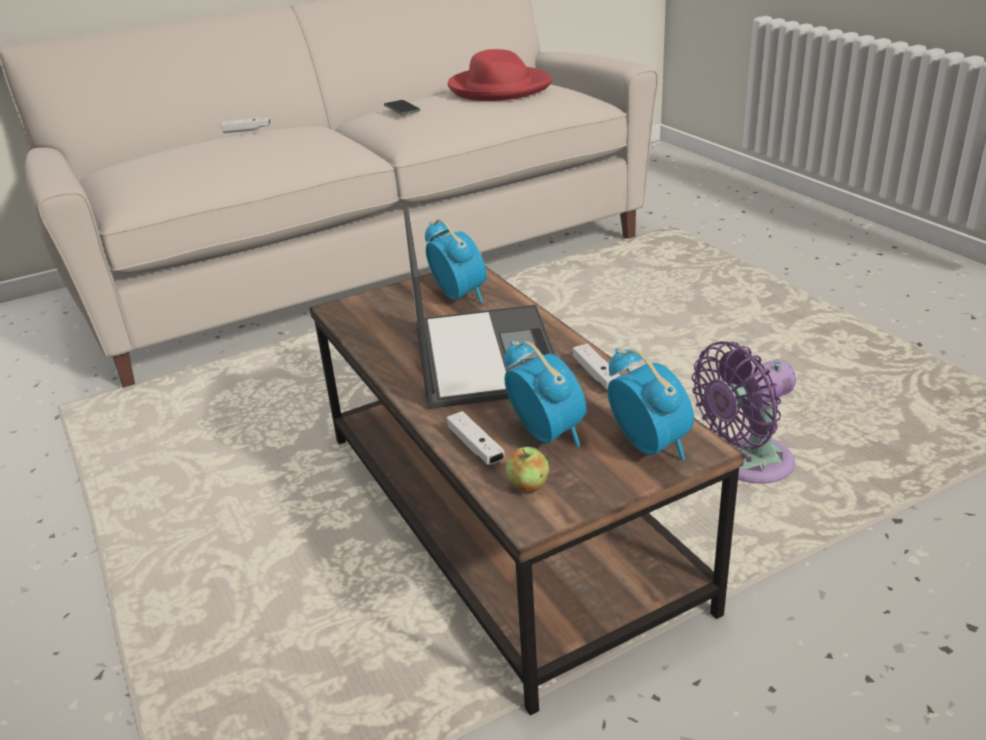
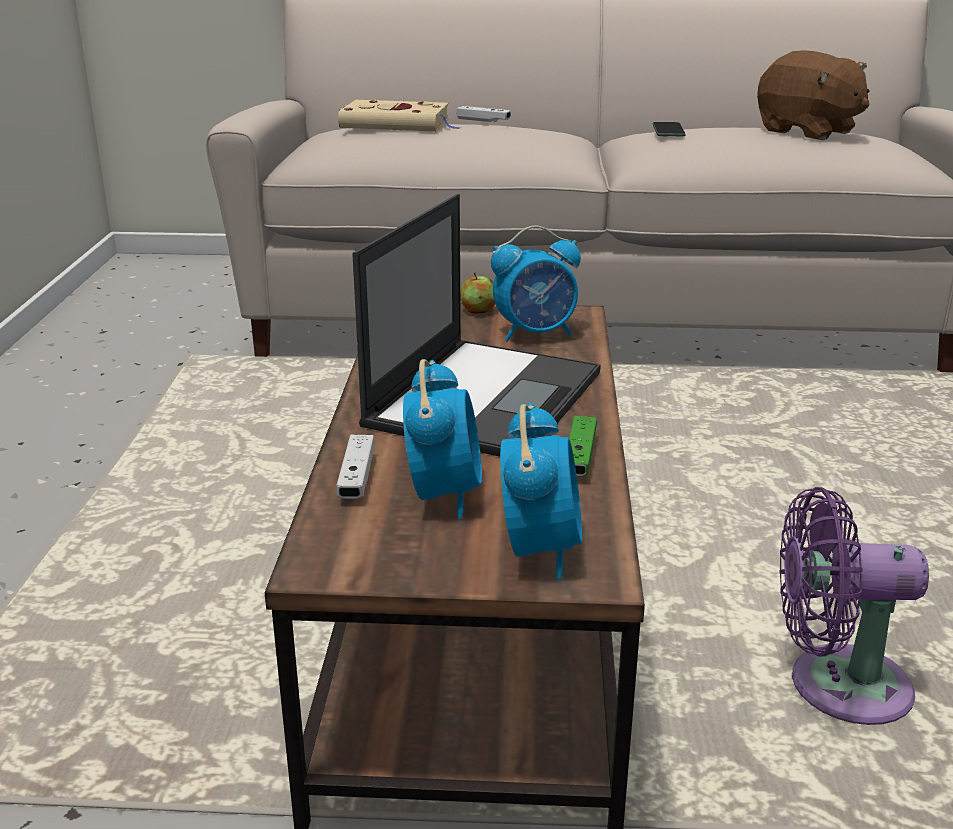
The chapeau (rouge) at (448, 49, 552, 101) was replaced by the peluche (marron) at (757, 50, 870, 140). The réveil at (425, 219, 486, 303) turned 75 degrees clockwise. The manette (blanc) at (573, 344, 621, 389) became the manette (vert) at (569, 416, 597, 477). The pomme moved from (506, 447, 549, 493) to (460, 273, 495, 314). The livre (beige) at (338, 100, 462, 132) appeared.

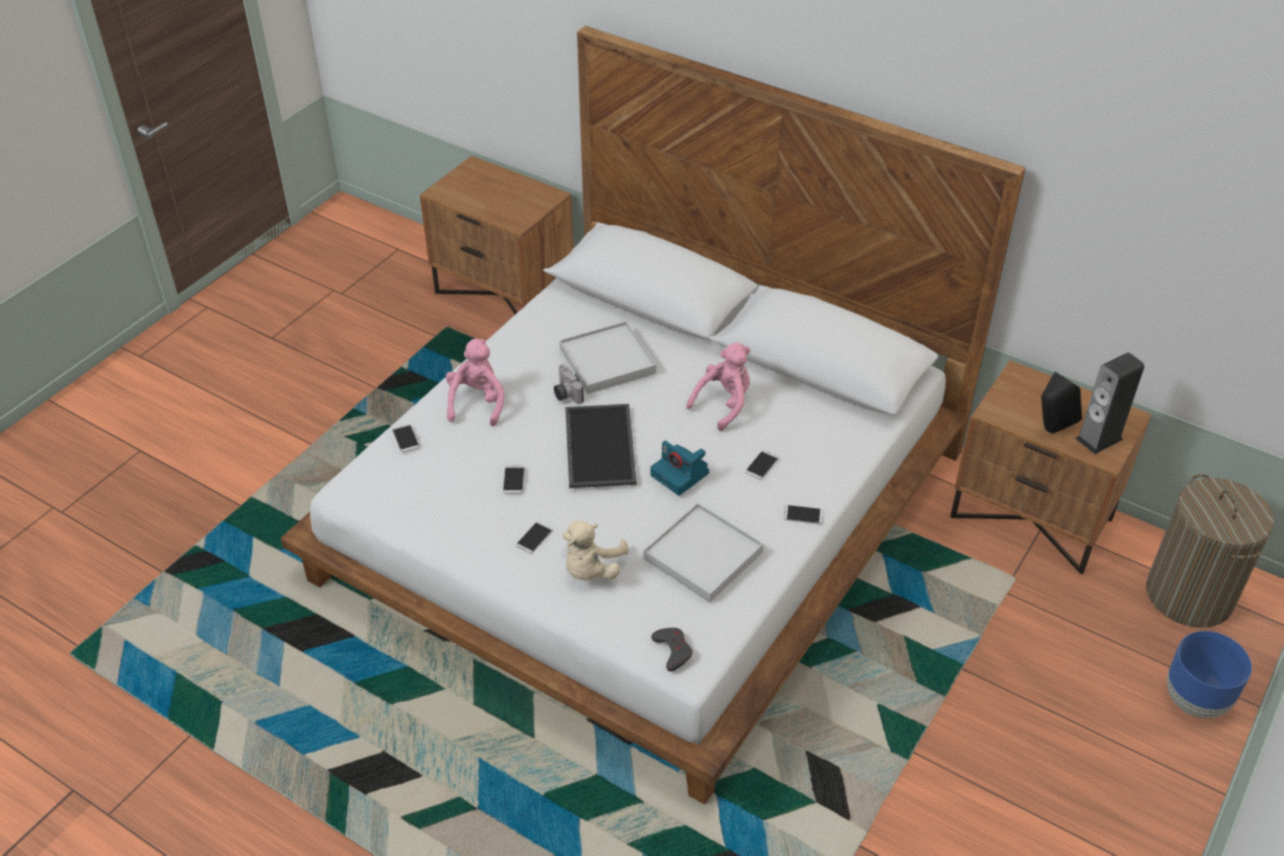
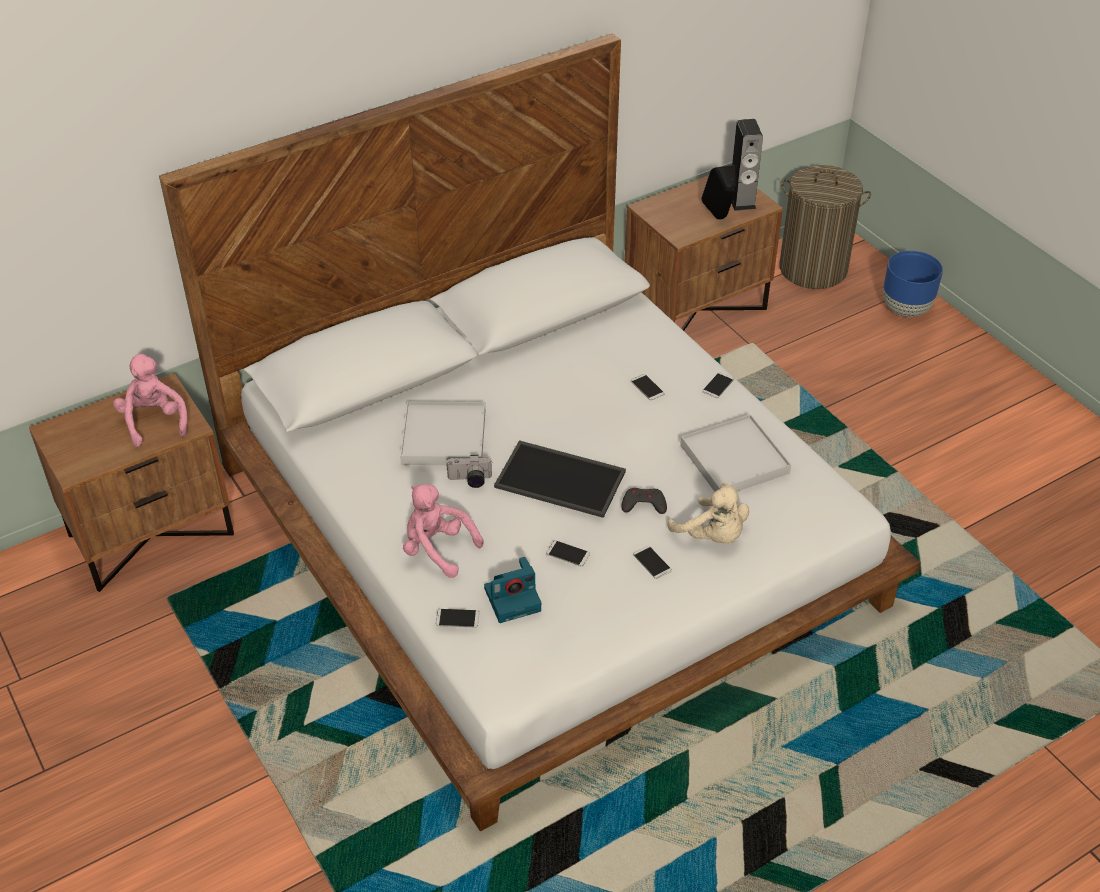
The peluche (rose) moved from (686, 343, 751, 431) to (113, 354, 187, 447). The appareil photo moved from (651, 441, 709, 496) to (484, 557, 541, 623). The manette (gris) moved from (651, 628, 692, 672) to (621, 488, 667, 514).

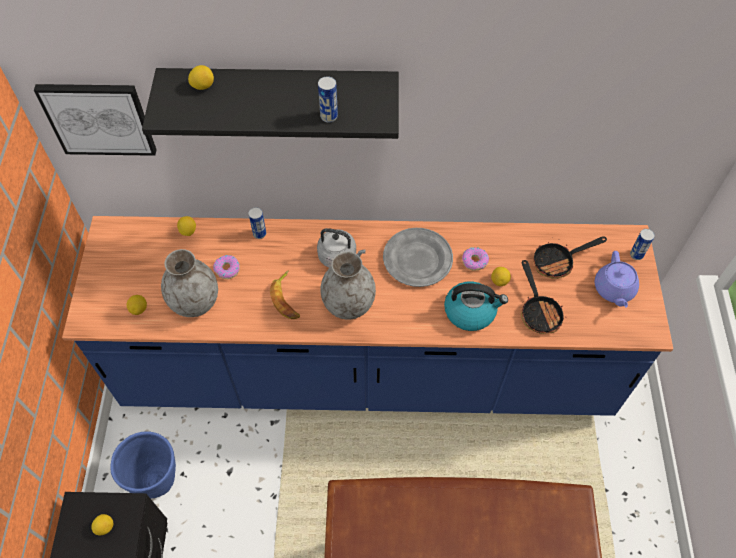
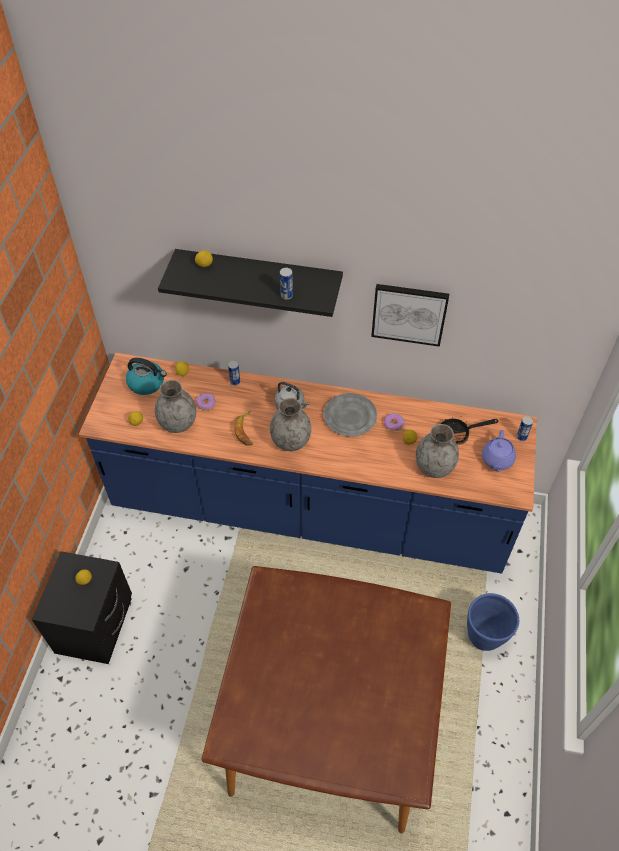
The tableau moved from (34, 84, 157, 156) to (371, 284, 449, 347). The poêle at (521, 260, 567, 334) was replaced by the vase (gris) at (416, 424, 459, 478). The bouilloire moved from (444, 281, 508, 331) to (126, 358, 167, 395). The cache-pot (bleu) moved from (110, 432, 176, 499) to (467, 593, 519, 651).

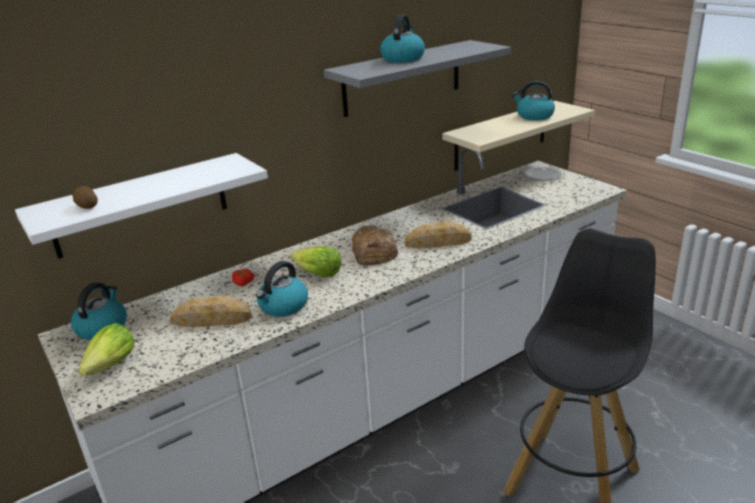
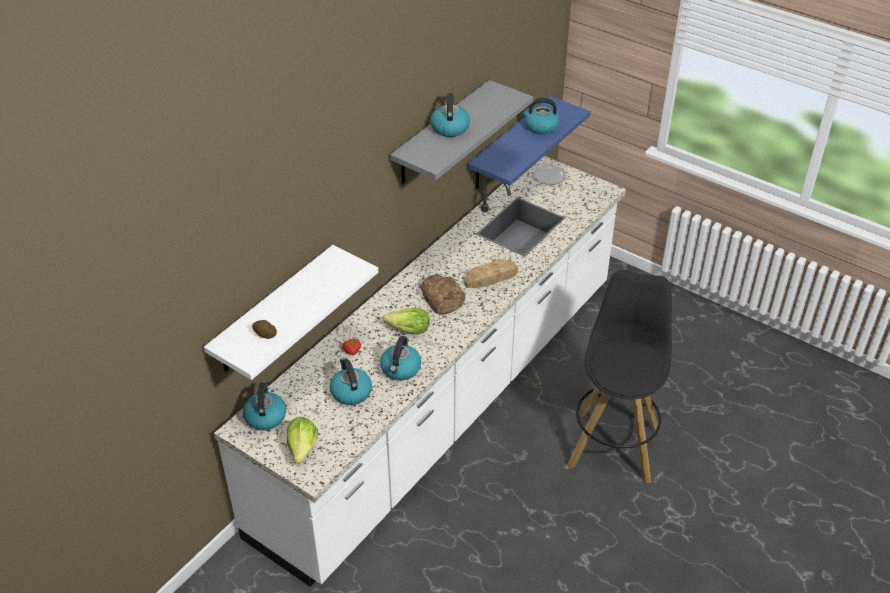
The étagère (beige) at (442, 101, 595, 171) became the étagère (bleu) at (468, 96, 591, 189). The pain at (170, 295, 252, 327) was replaced by the bouilloire at (330, 358, 372, 405).

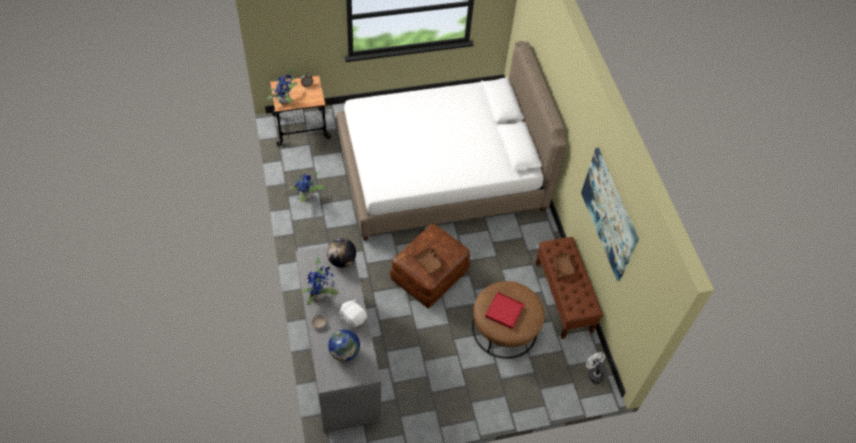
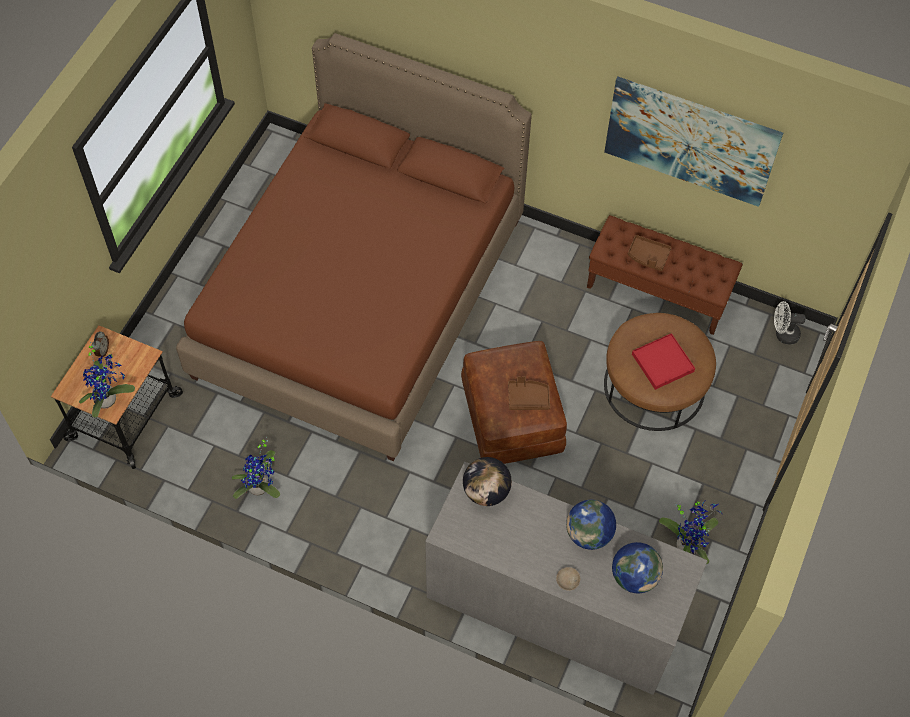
The lit (blanc) at (337, 41, 566, 240) became the lit (marron) at (176, 33, 532, 461). The plante en pot moved from (301, 258, 339, 305) to (659, 501, 721, 564). The peluche (blanc) at (339, 299, 367, 328) was replaced by the globe at (566, 500, 616, 550).

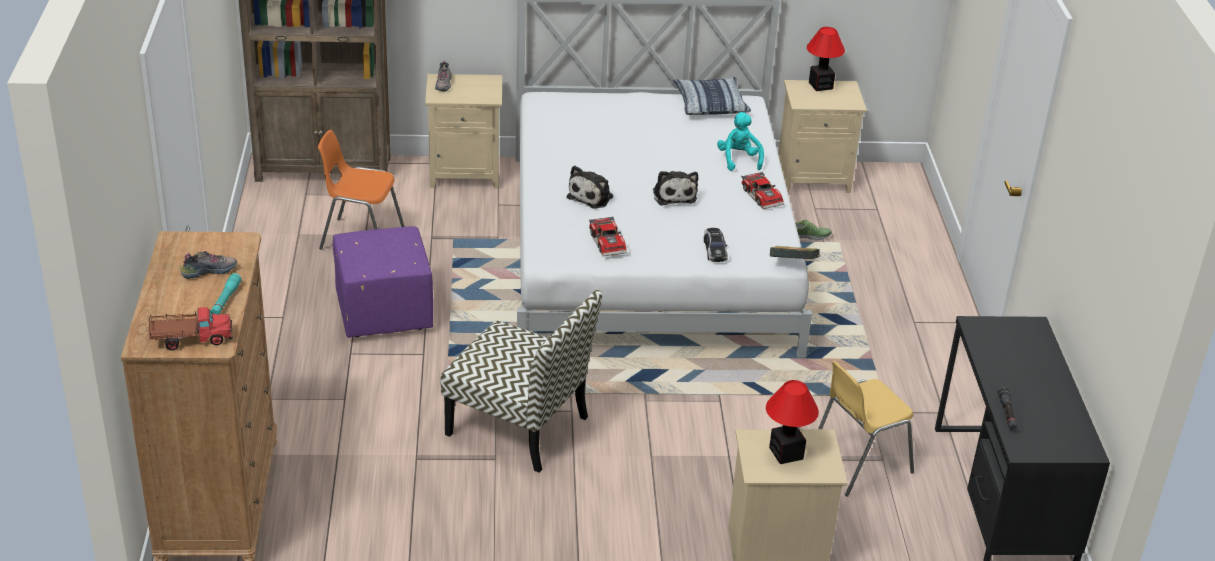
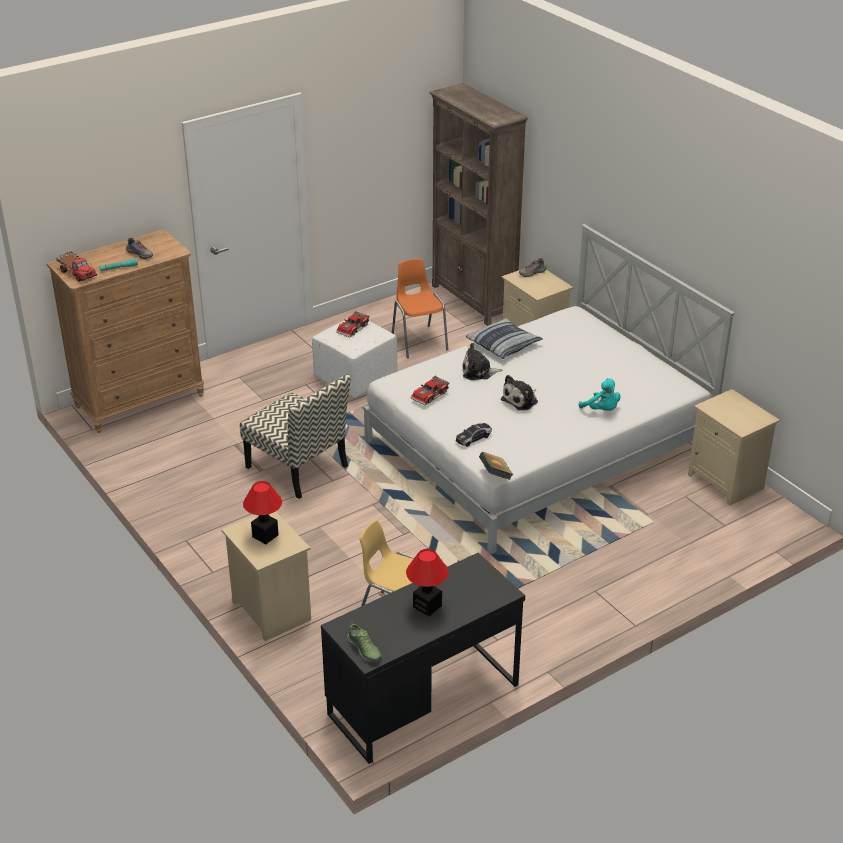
The lampe de table moved from (807, 27, 845, 91) to (406, 549, 449, 616). The coussin moved from (673, 77, 751, 115) to (466, 318, 543, 359). The peluche (turquoise) at (717, 112, 764, 171) turned 90 degrees clockwise. The petite voiture moved from (741, 172, 784, 209) to (336, 311, 370, 337). The chaussure moved from (795, 220, 832, 240) to (347, 621, 381, 662). The pouf (violet) at (332, 226, 433, 338) became the pouf (blanc) at (312, 318, 398, 398). The chaise at (441, 290, 602, 473) turned 45 degrees counterclockwise. The lampe de poche (noir) at (998, 387, 1018, 432) disappeared.

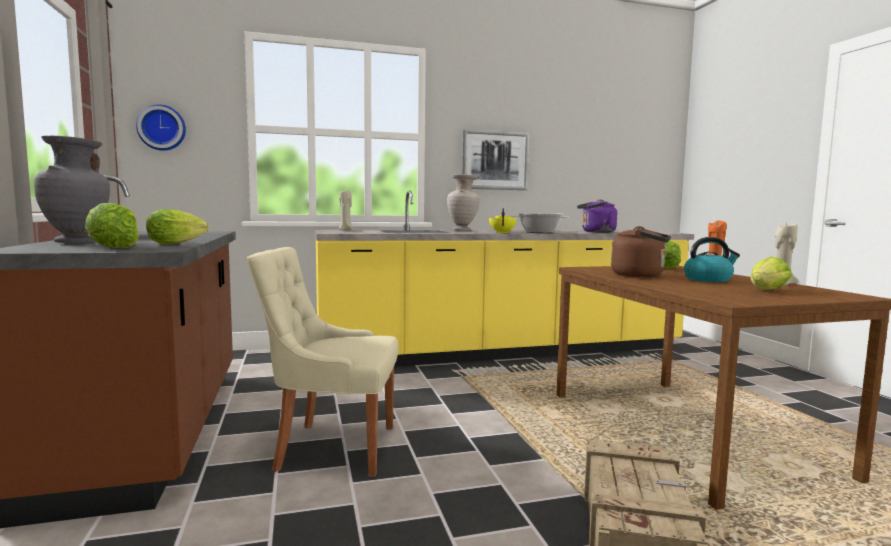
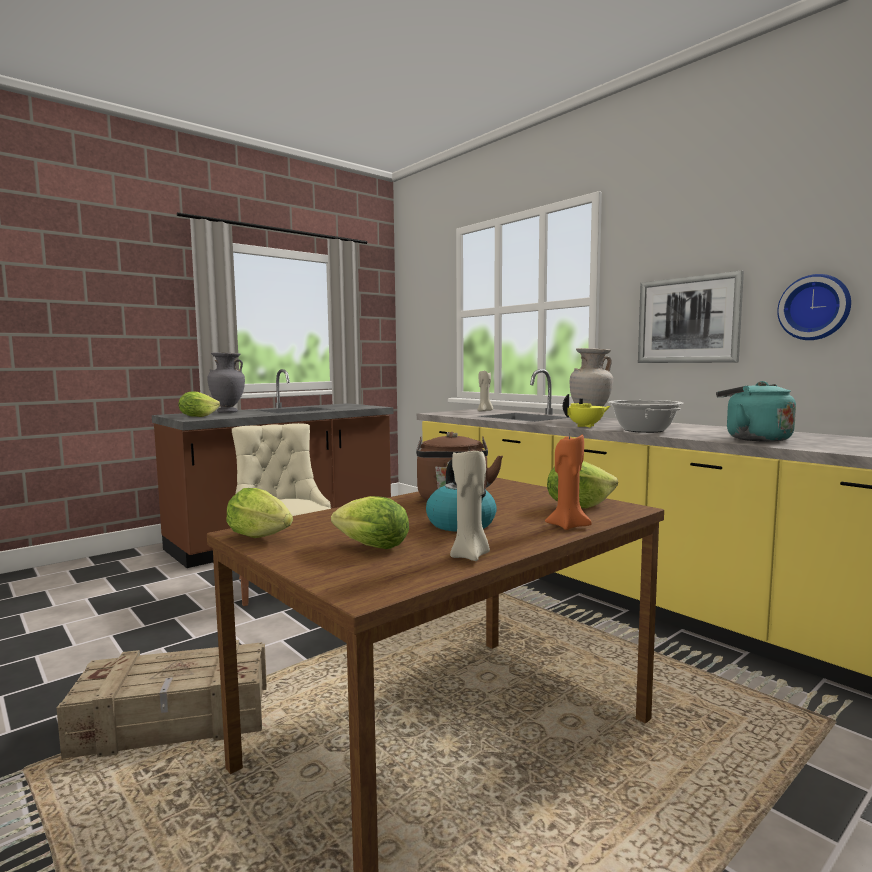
The horloge murale moved from (136, 104, 186, 151) to (777, 274, 851, 340). The bouilloire (violet) at (577, 199, 617, 233) became the bouilloire (turquoise) at (716, 381, 796, 442). The laitue moved from (146, 209, 209, 244) to (226, 488, 293, 538).

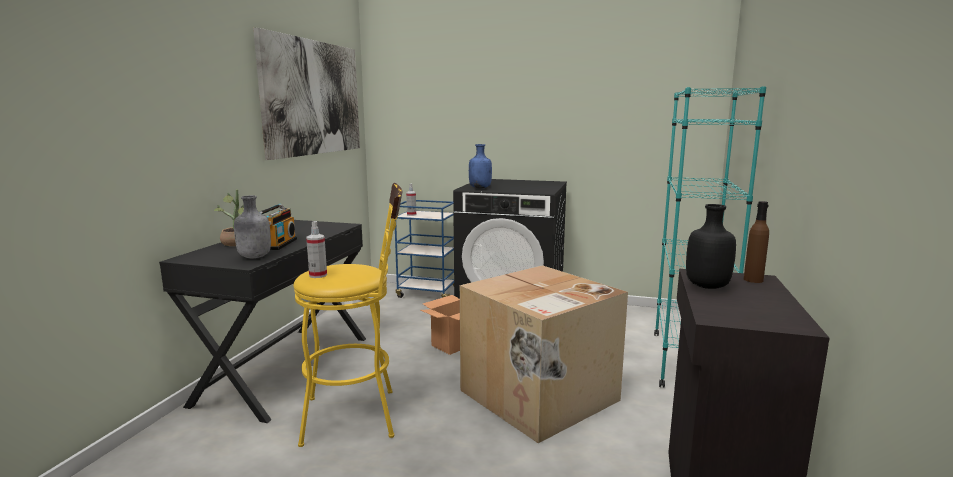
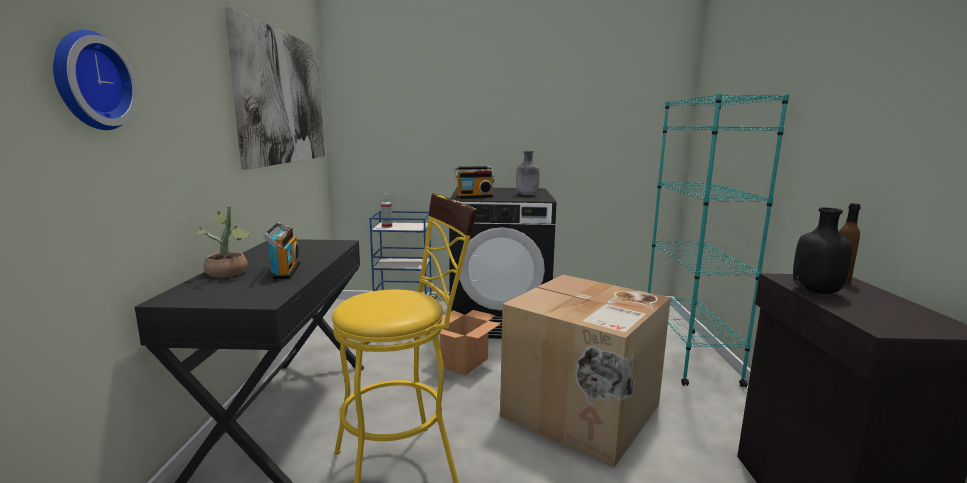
The bouteille (bleu) at (469, 144, 492, 189) was replaced by the radio at (454, 166, 494, 199). The bouteille (gris) moved from (234, 195, 271, 258) to (516, 151, 540, 195). The vaporisateur at (306, 221, 327, 278) disappeared. The horloge murale at (53, 30, 139, 130) appeared.

